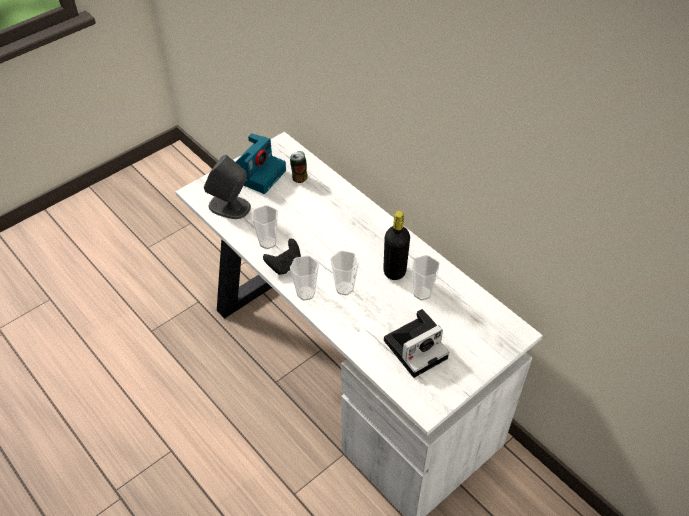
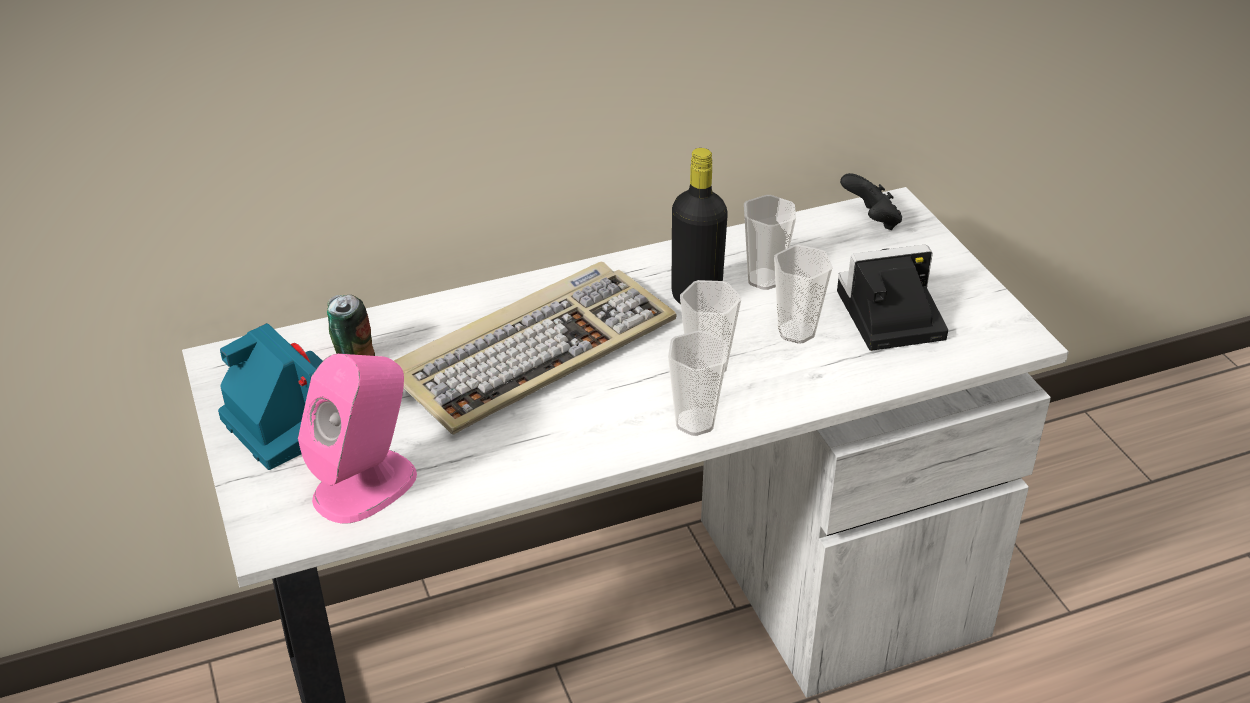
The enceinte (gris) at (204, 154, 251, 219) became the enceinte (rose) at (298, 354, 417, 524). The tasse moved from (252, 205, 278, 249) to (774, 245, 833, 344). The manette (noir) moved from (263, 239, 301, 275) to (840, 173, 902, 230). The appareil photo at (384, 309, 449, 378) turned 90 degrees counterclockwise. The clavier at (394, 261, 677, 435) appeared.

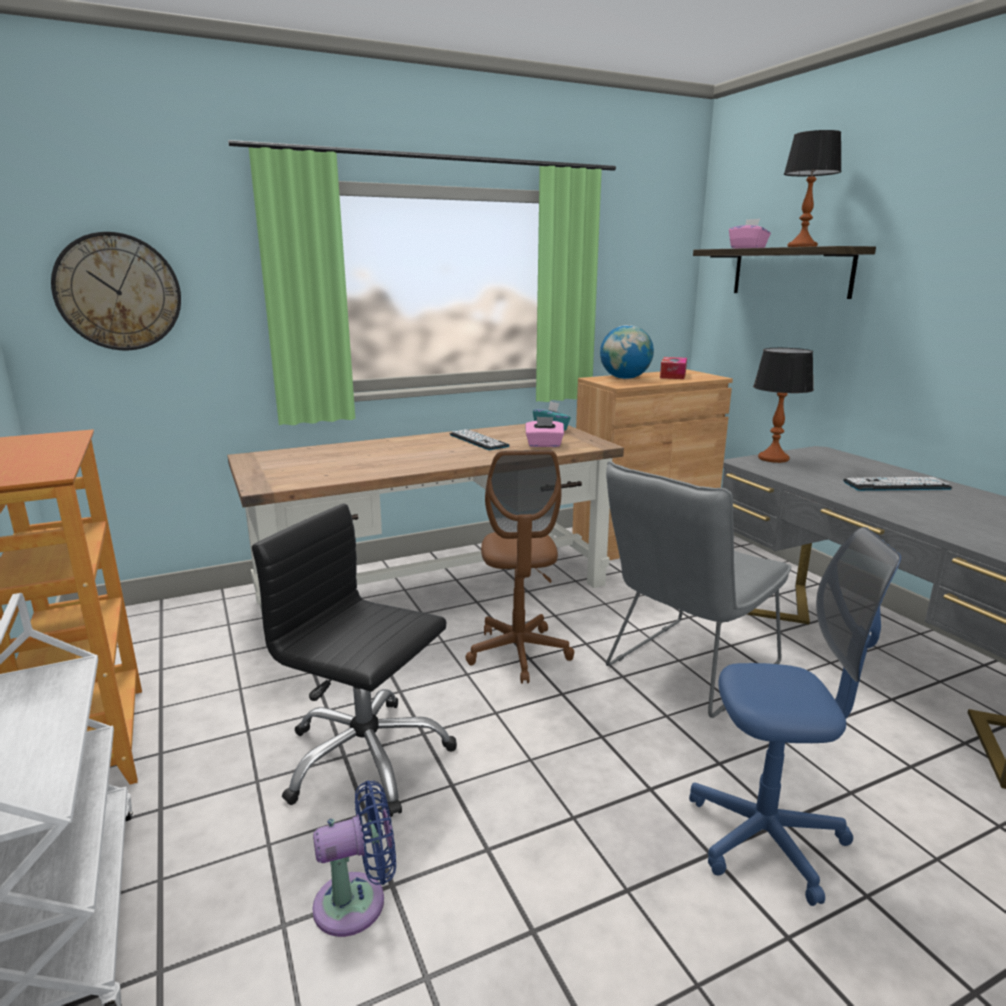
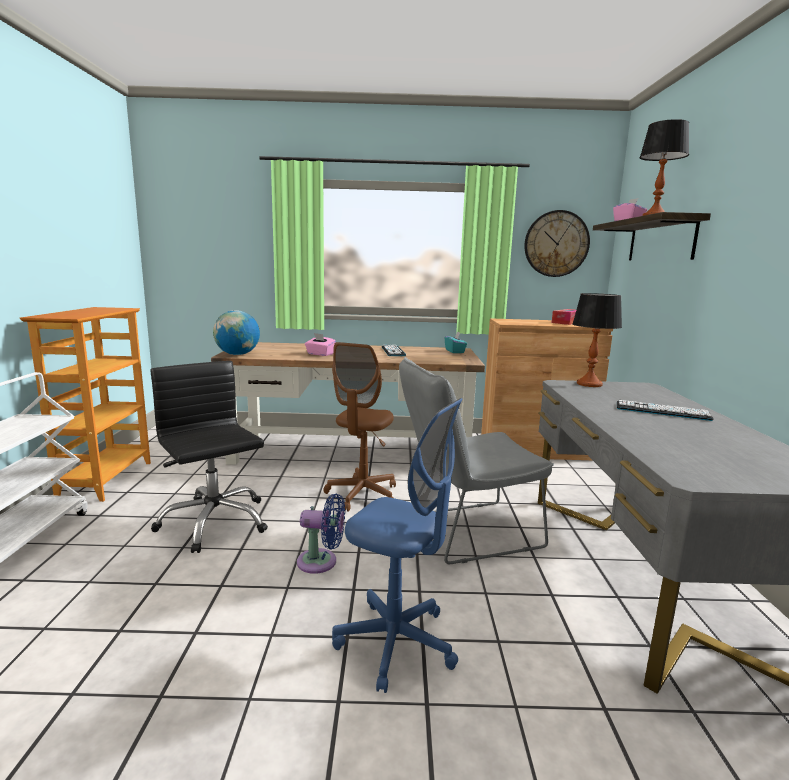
The horloge murale moved from (51, 232, 181, 350) to (524, 210, 590, 277). The globe moved from (600, 325, 654, 379) to (213, 310, 260, 355). The boîte à mouchoirs (rose) moved from (526, 417, 564, 447) to (305, 333, 336, 356). The ventilateur (bleu) moved from (312, 780, 396, 937) to (297, 494, 345, 574).

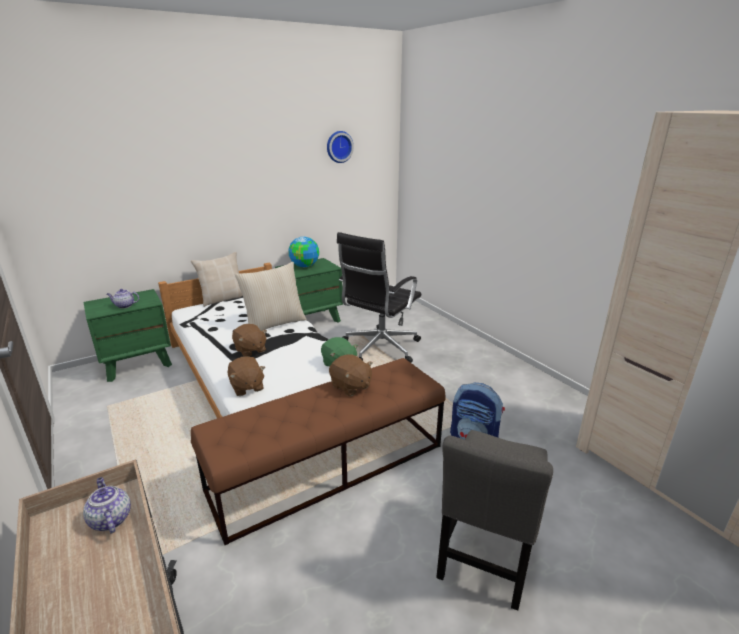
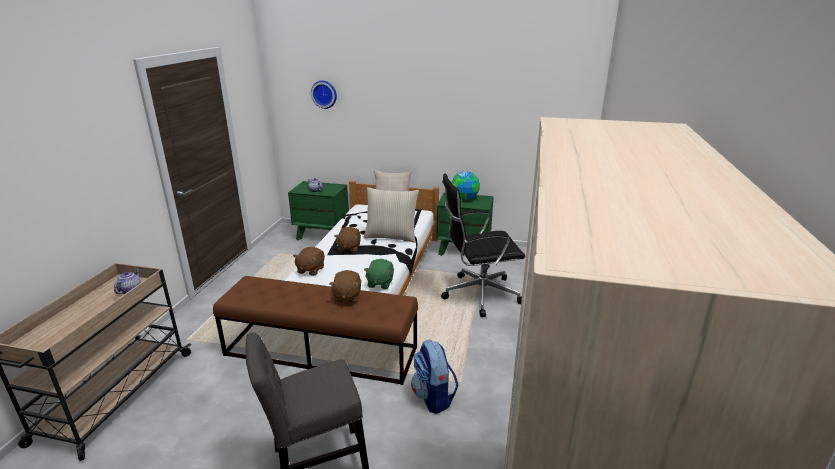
The horloge murale moved from (327, 131, 354, 163) to (311, 80, 337, 109).

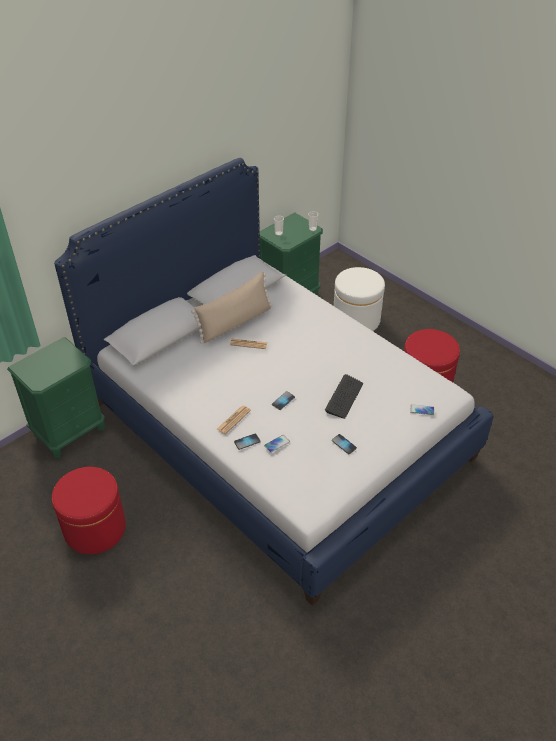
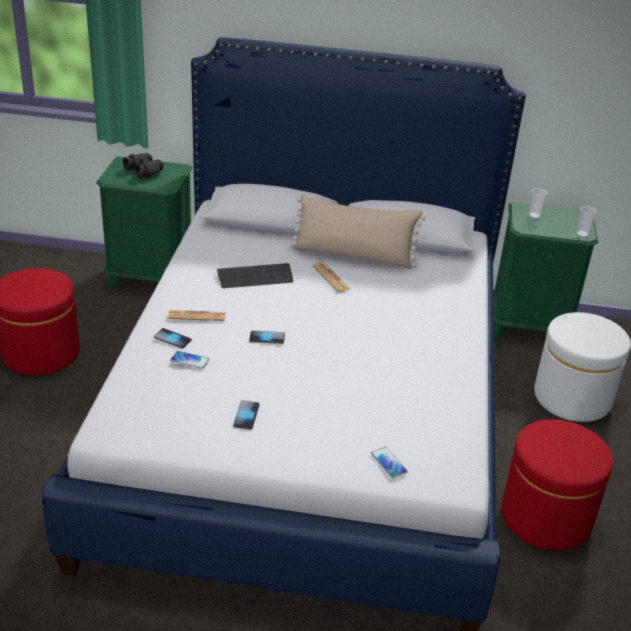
The clavier moved from (325, 374, 363, 419) to (217, 263, 293, 288). The jumelles (noir) at (123, 153, 164, 179) appeared.

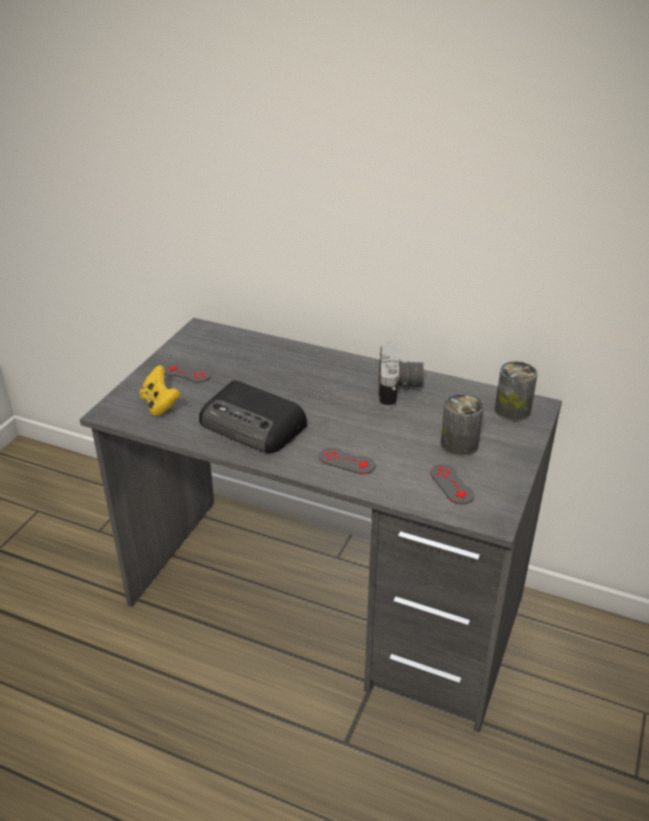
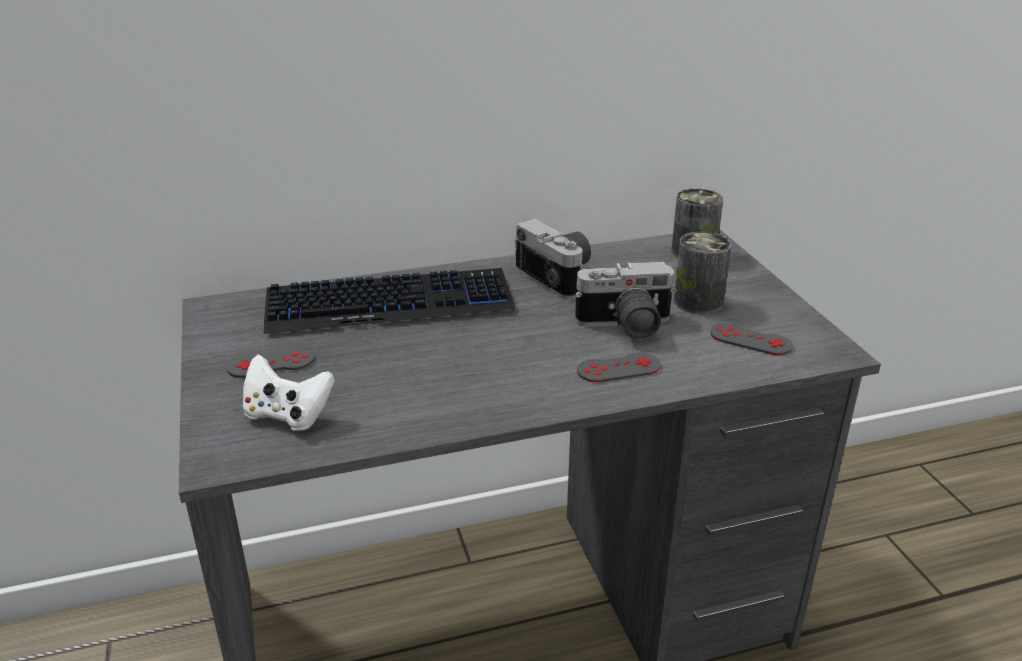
The manette (jaune) at (140, 365, 181, 416) became the manette (blanc) at (243, 354, 335, 431). The radio at (199, 380, 307, 453) disappeared. The appareil photo at (575, 262, 677, 340) appeared. The clavier at (264, 268, 515, 334) appeared.

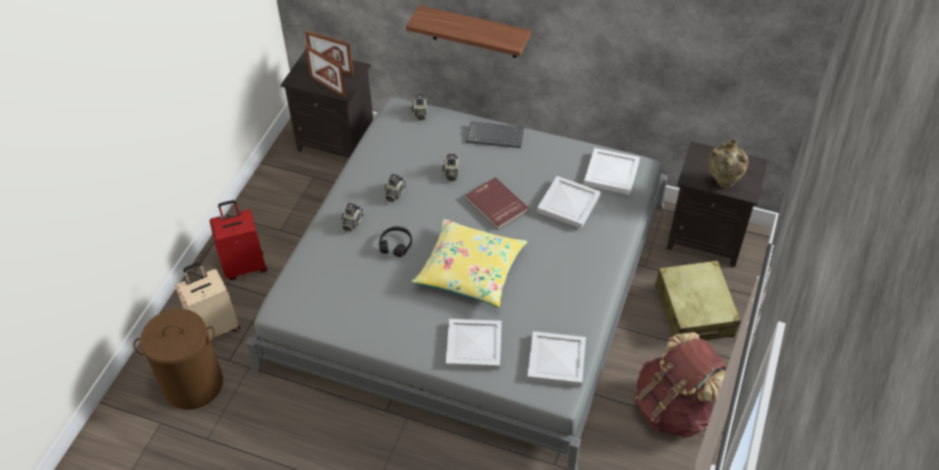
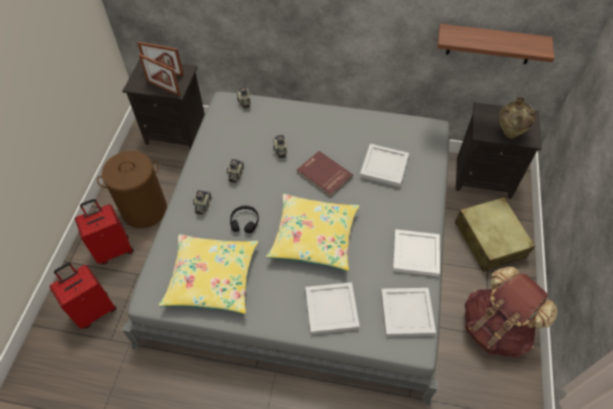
The étagère moved from (406, 5, 531, 58) to (437, 24, 554, 64). The clavier at (467, 122, 524, 148) disappeared. The plateau (blanc) moved from (584, 148, 640, 195) to (393, 229, 440, 277). The valise (beige) at (175, 262, 240, 339) became the valise (rouge) at (49, 263, 116, 329). The panier à linge (marron) moved from (133, 309, 223, 410) to (97, 151, 167, 228). The coussin (jaune) at (159, 234, 259, 314) appeared.

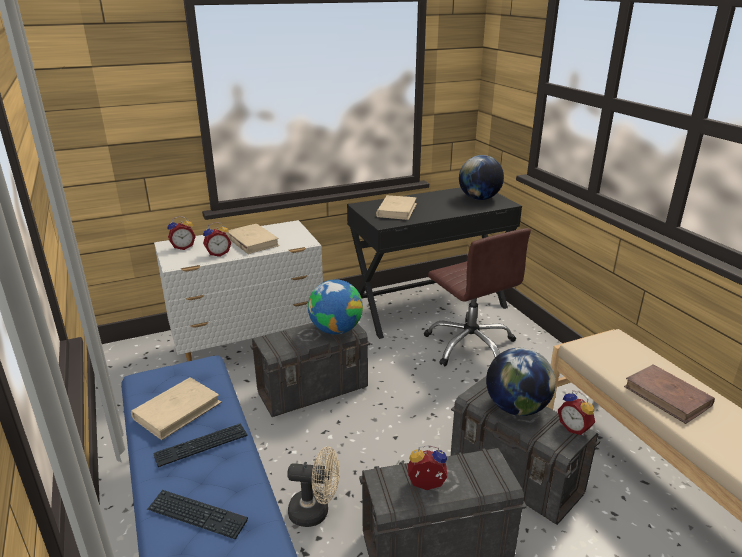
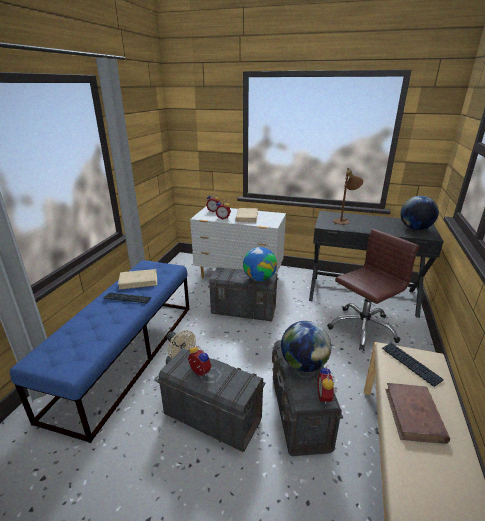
The livre (beige) at (376, 195, 417, 220) was replaced by the lampe de table (marron) at (333, 168, 363, 225). The chaise de bureau (marron) at (424, 228, 531, 366) turned 135 degrees counterclockwise. The clavier moved from (147, 490, 248, 539) to (382, 343, 444, 387).

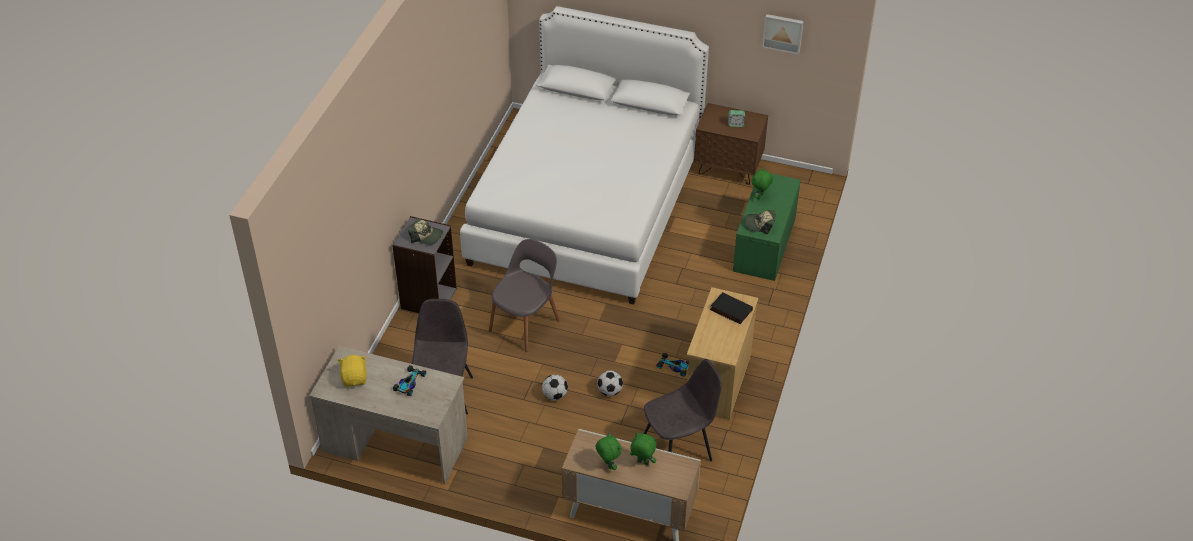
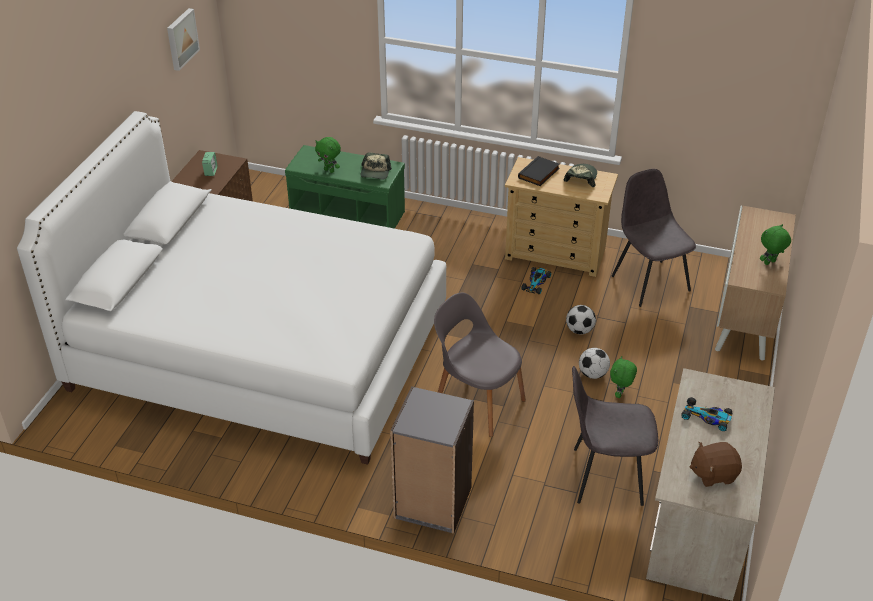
The casquette moved from (408, 218, 443, 245) to (563, 164, 597, 187). The peluche (jaune) at (338, 355, 367, 387) became the peluche (marron) at (690, 442, 742, 487). The peluche (vert) moved from (630, 432, 657, 465) to (610, 356, 637, 398).

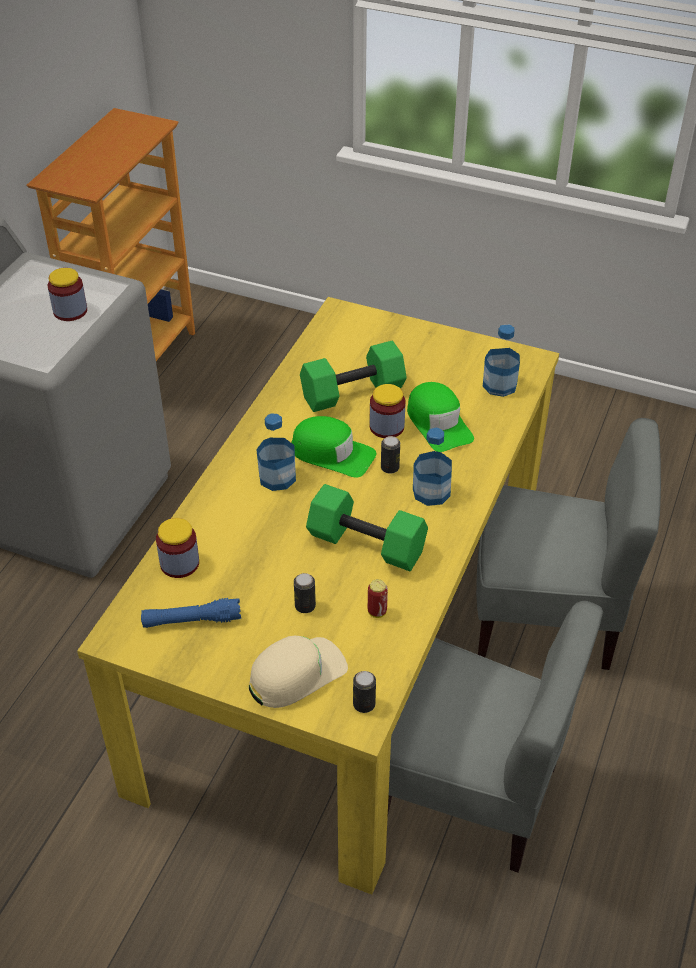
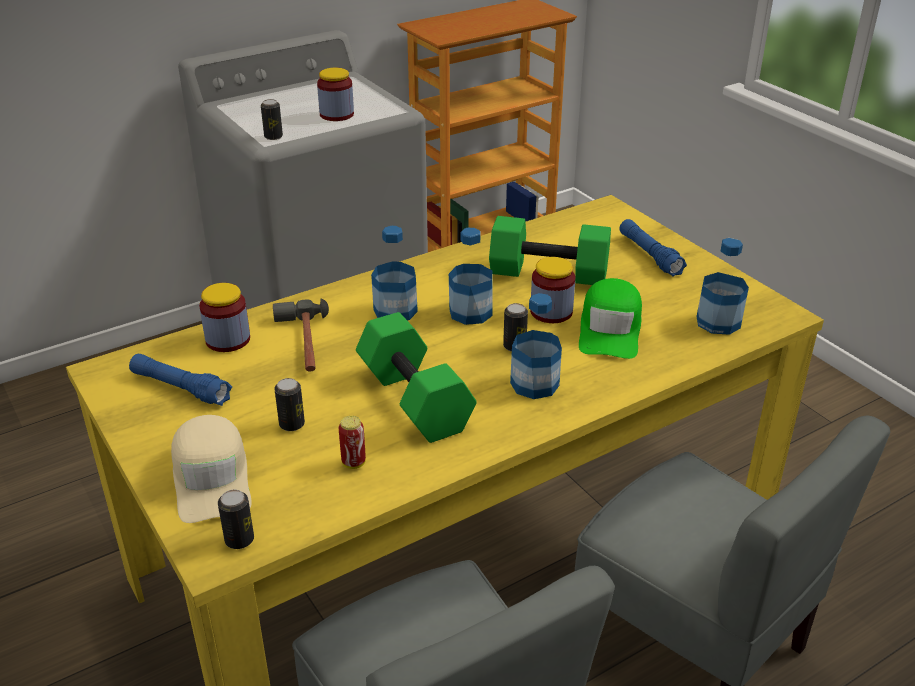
The casquette (vert) at (291, 416, 377, 478) was replaced by the bouteille at (449, 228, 493, 325). The casquette (beige) at (249, 636, 348, 708) turned 75 degrees clockwise. The boîte métallique at (261, 99, 283, 140) appeared. The lampe de poche (bleu) at (619, 219, 687, 276) appeared. The marteau at (273, 299, 329, 372) appeared.

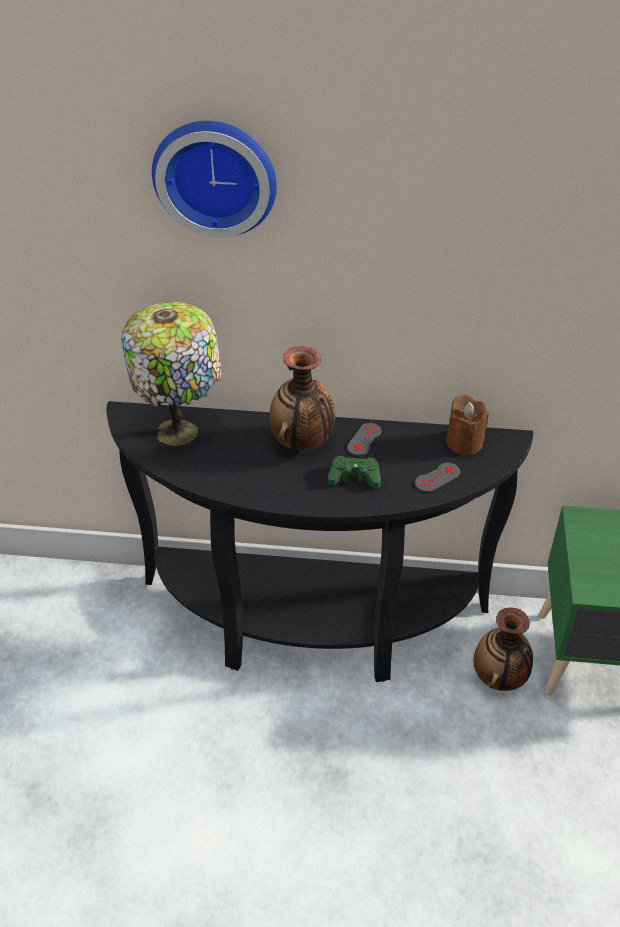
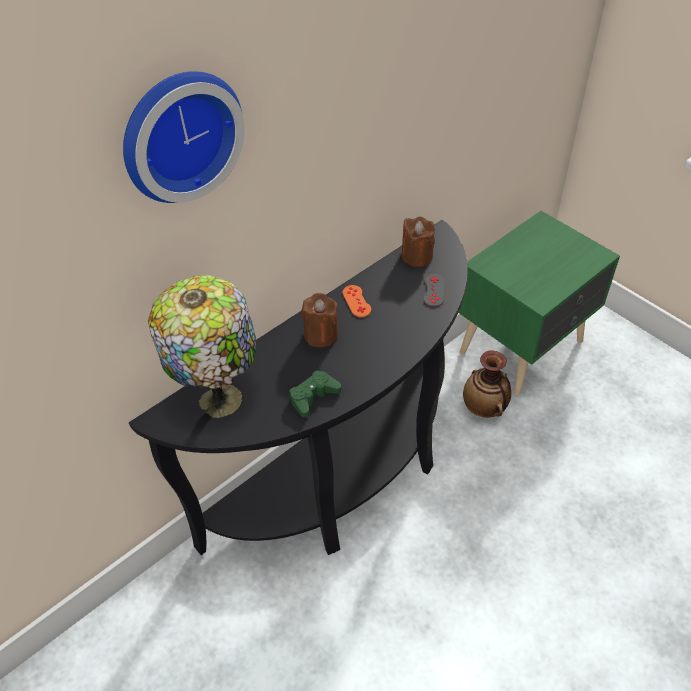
The vase at (269, 346, 335, 450) was replaced by the bougie (marron) at (301, 293, 338, 347). The manette (gris) at (347, 423, 381, 456) became the manette (orange) at (342, 285, 371, 317). The manette (vert) moved from (328, 456, 381, 488) to (289, 370, 341, 418).

